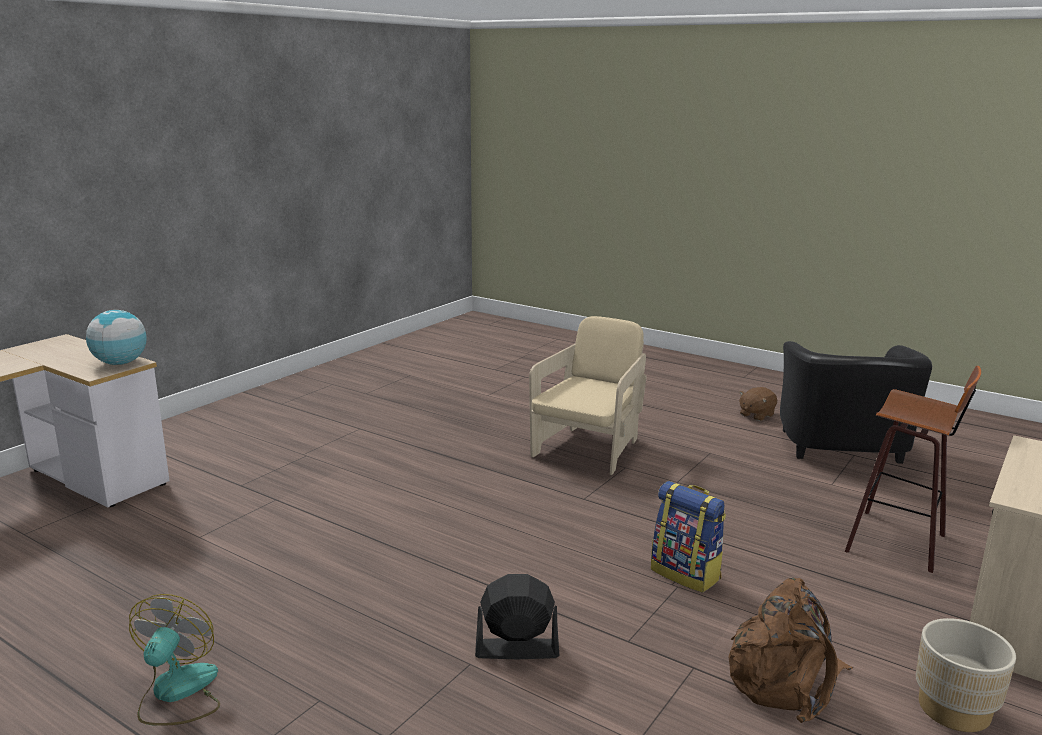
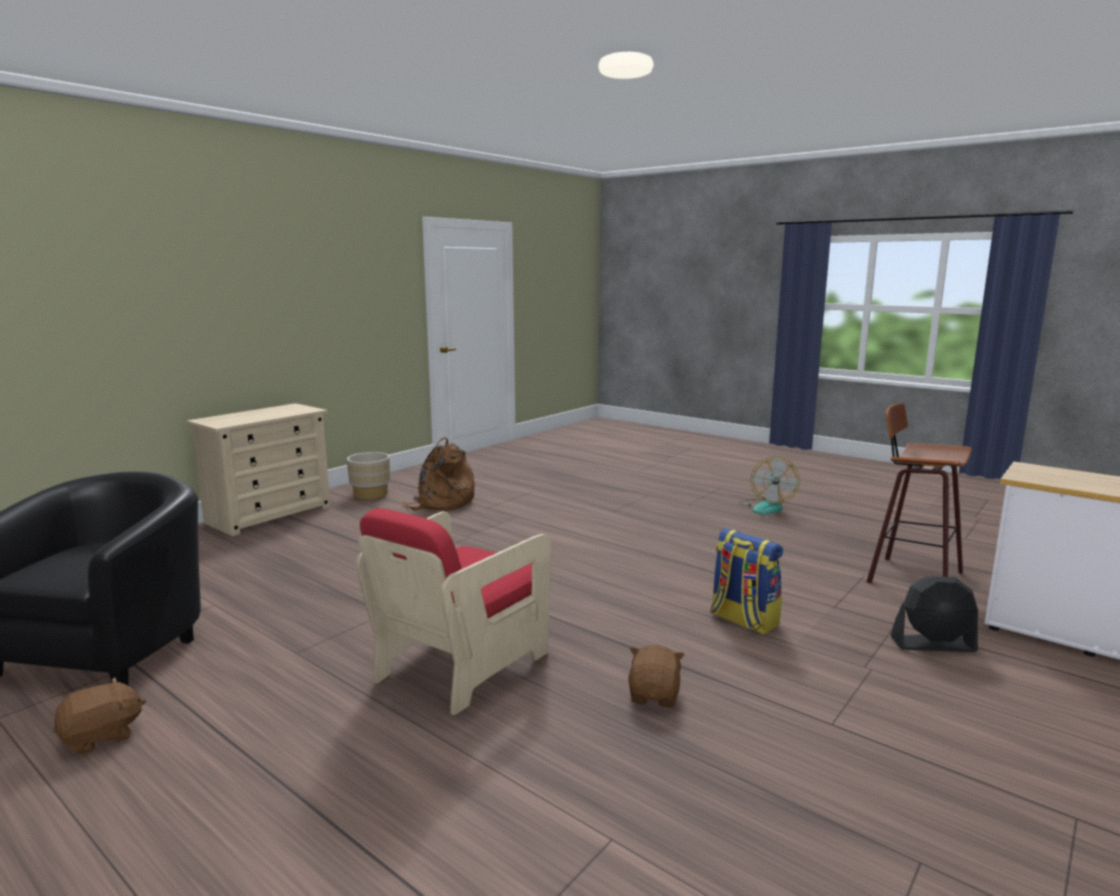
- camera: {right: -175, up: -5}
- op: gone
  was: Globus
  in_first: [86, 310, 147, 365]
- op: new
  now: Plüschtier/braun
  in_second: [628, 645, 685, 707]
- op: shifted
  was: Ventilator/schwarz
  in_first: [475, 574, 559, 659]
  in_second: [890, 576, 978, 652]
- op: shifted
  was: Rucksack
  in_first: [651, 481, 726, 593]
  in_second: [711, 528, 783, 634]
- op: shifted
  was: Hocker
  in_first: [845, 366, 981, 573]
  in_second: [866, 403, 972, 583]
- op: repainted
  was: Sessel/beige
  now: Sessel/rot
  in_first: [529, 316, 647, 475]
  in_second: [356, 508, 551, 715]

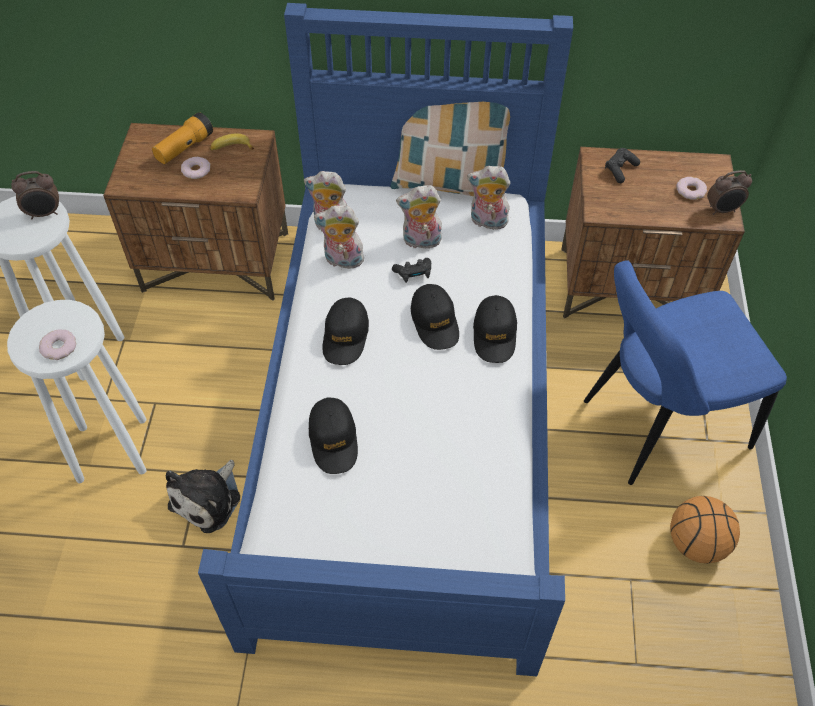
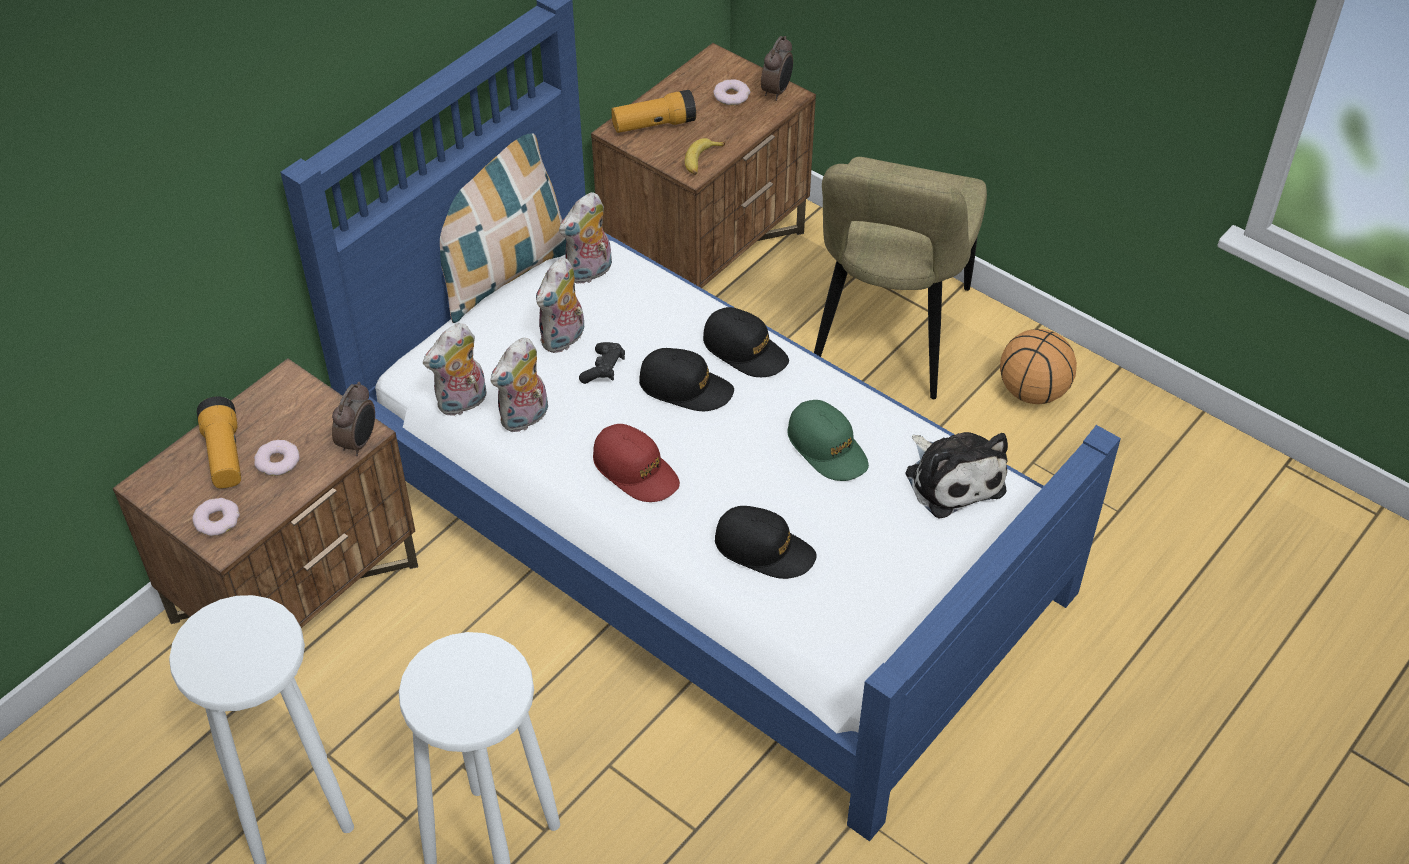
- camera: {right: -55, up: -5}
- op: new
  now: Kappe/grün
  in_second: [788, 400, 869, 481]
- op: shifted
  was: Wecker
  in_first: [11, 171, 59, 219]
  in_second: [332, 382, 375, 456]
- op: shifted
  was: Donut
  in_first: [39, 329, 76, 360]
  in_second: [192, 498, 240, 536]
- op: shifted
  was: Plüschtier
  in_first: [166, 460, 240, 533]
  in_second: [905, 432, 1008, 519]
- op: shifted
  was: Banane
  in_first: [209, 134, 254, 151]
  in_second: [685, 138, 725, 175]
- op: swapped
  was: Gamepad/schwarz
  now: Taschenlampe
  in_first: [605, 148, 640, 183]
  in_second: [611, 90, 696, 133]
- op: repainted
  was: Kappe/schwarz
  now: Kappe/rot
  in_first: [322, 297, 369, 365]
  in_second: [593, 424, 680, 502]
- op: repainted
  was: Stuhl/blau
  now: Stuhl/beige
  in_first: [584, 260, 787, 485]
  in_second: [814, 157, 987, 399]

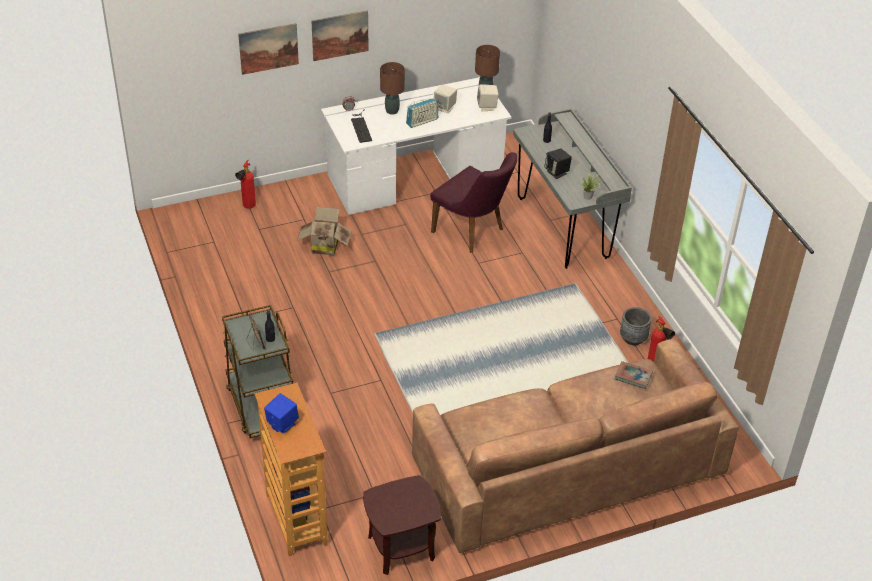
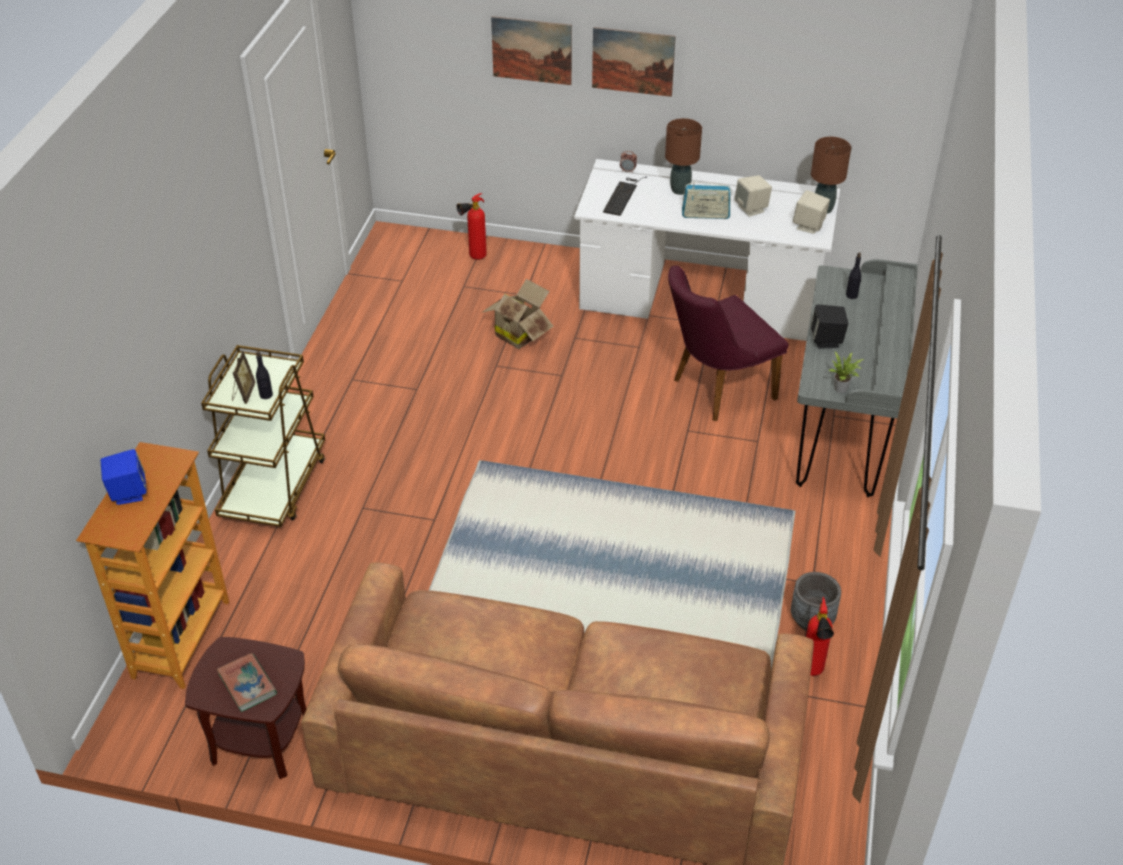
- camera: {right: 35, up: 0}
- op: shifted
  was: Buch
  in_first: [615, 361, 653, 389]
  in_second: [217, 653, 277, 712]
- op: rotated
  was: Stuhl/lila
  in_first: [430, 152, 517, 253]
  in_second: [668, 266, 788, 421]
  clockwise: 75

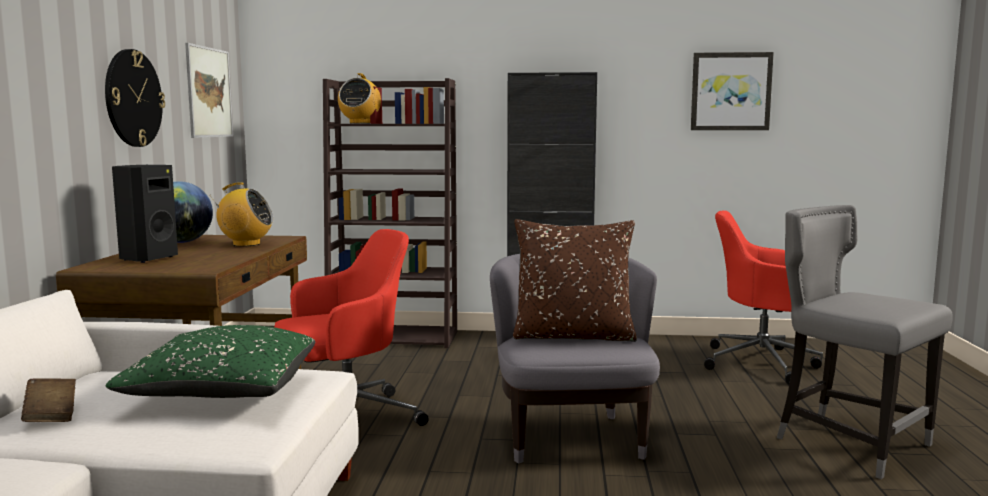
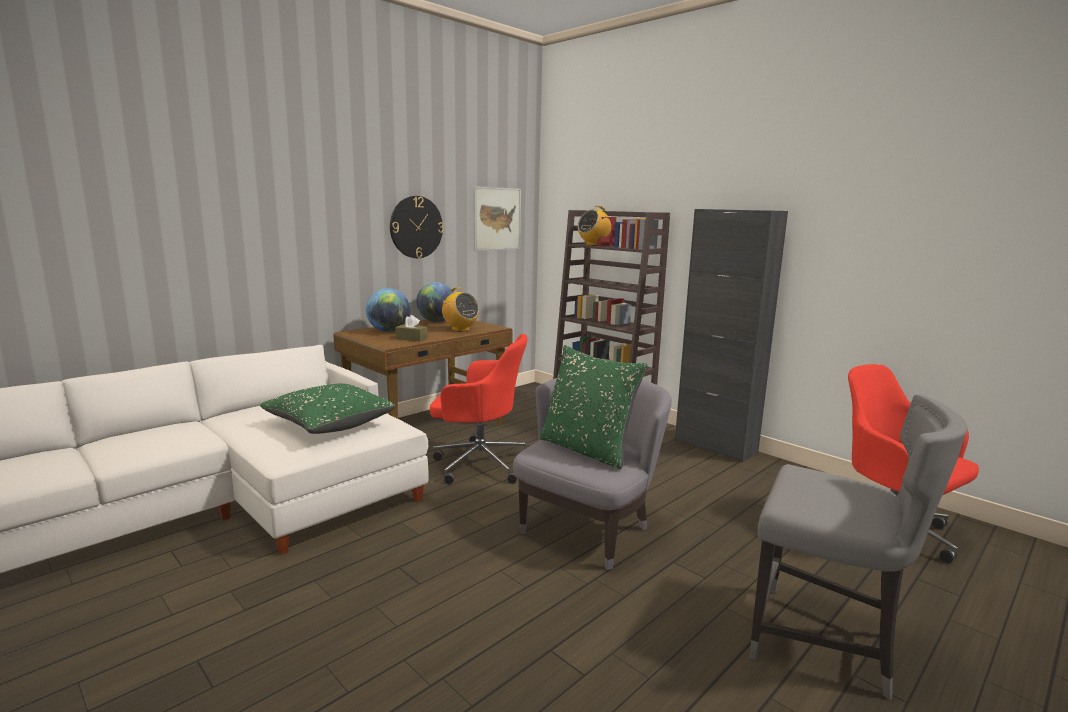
- camera: {right: 40, up: 5}
- op: gone
  was: Buch/braun
  in_first: [21, 378, 76, 422]
- op: gone
  was: Bild
  in_first: [691, 52, 774, 130]
- op: new
  now: Taschentuchbox/braun
  in_second: [395, 315, 427, 341]
- op: swapped
  was: Lautsprecher/schwarz
  now: Globus
  in_first: [112, 165, 178, 263]
  in_second: [366, 288, 410, 332]
- op: repainted
  was: Kissen/braun
  now: Kissen/grün
  in_first: [513, 219, 637, 342]
  in_second: [540, 345, 648, 469]
- op: rotated
  was: Stuhl/grau
  in_first: [777, 205, 953, 479]
  in_second: [749, 394, 968, 700]
  clockwise: 120

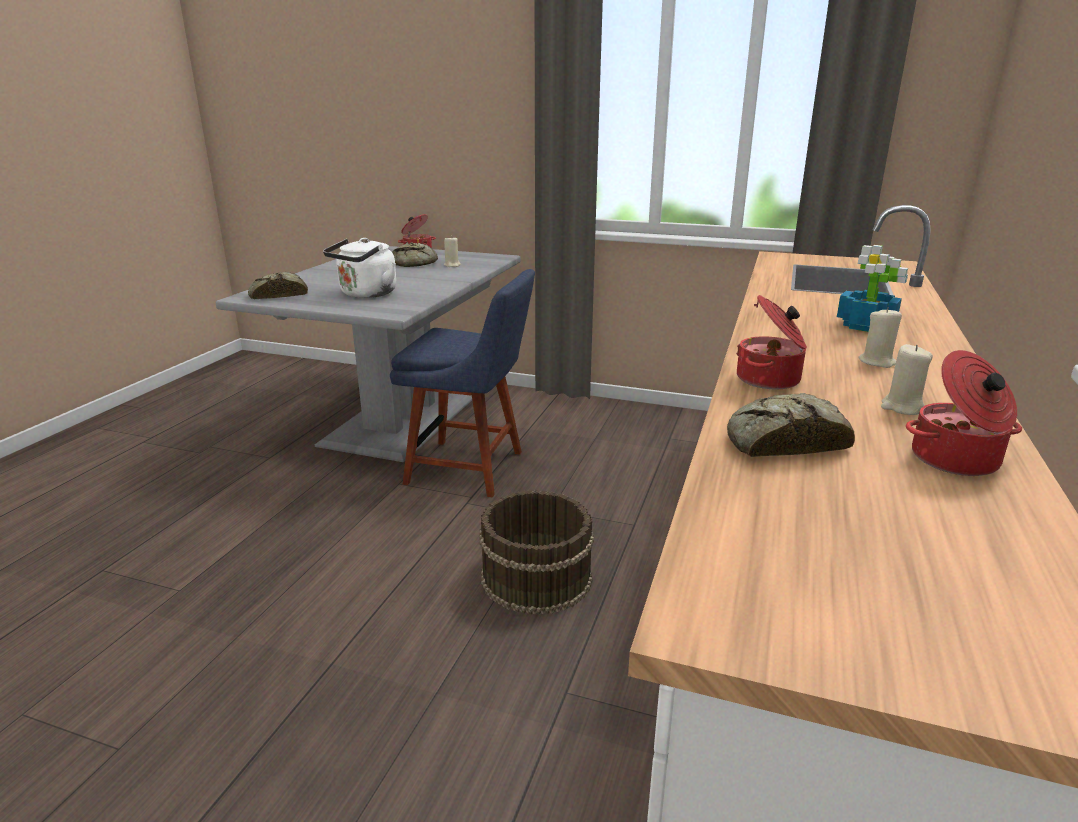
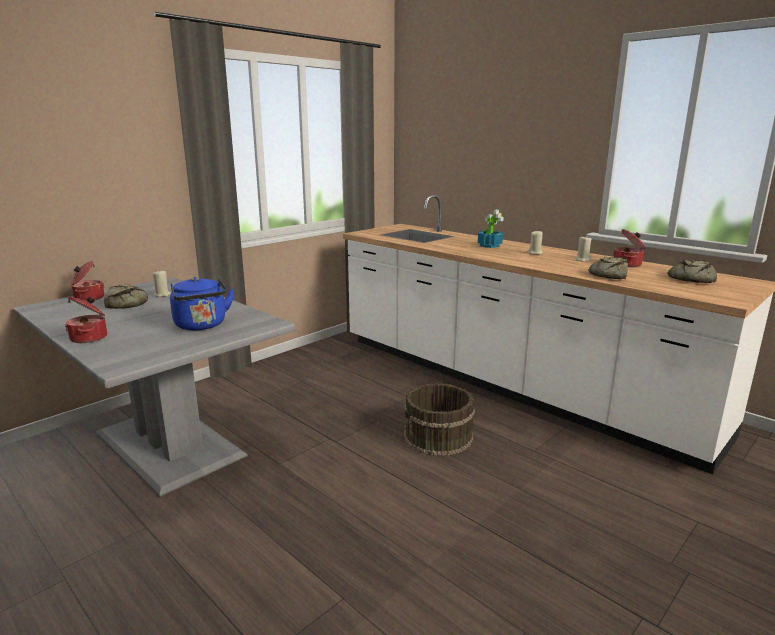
- camera: {right: -65, up: -5}
- op: gone
  was: Stuhl/blau
  in_first: [390, 269, 535, 497]
- op: shifted
  was: Brot
  in_first: [248, 272, 308, 299]
  in_second: [667, 260, 717, 283]
- op: shifted
  was: Kochtopf
  in_first: [736, 295, 807, 389]
  in_second: [65, 296, 107, 343]
- op: repainted
  was: Wasserkessel/weiß
  now: Wasserkessel/blau
  in_first: [323, 238, 396, 298]
  in_second: [170, 277, 234, 330]

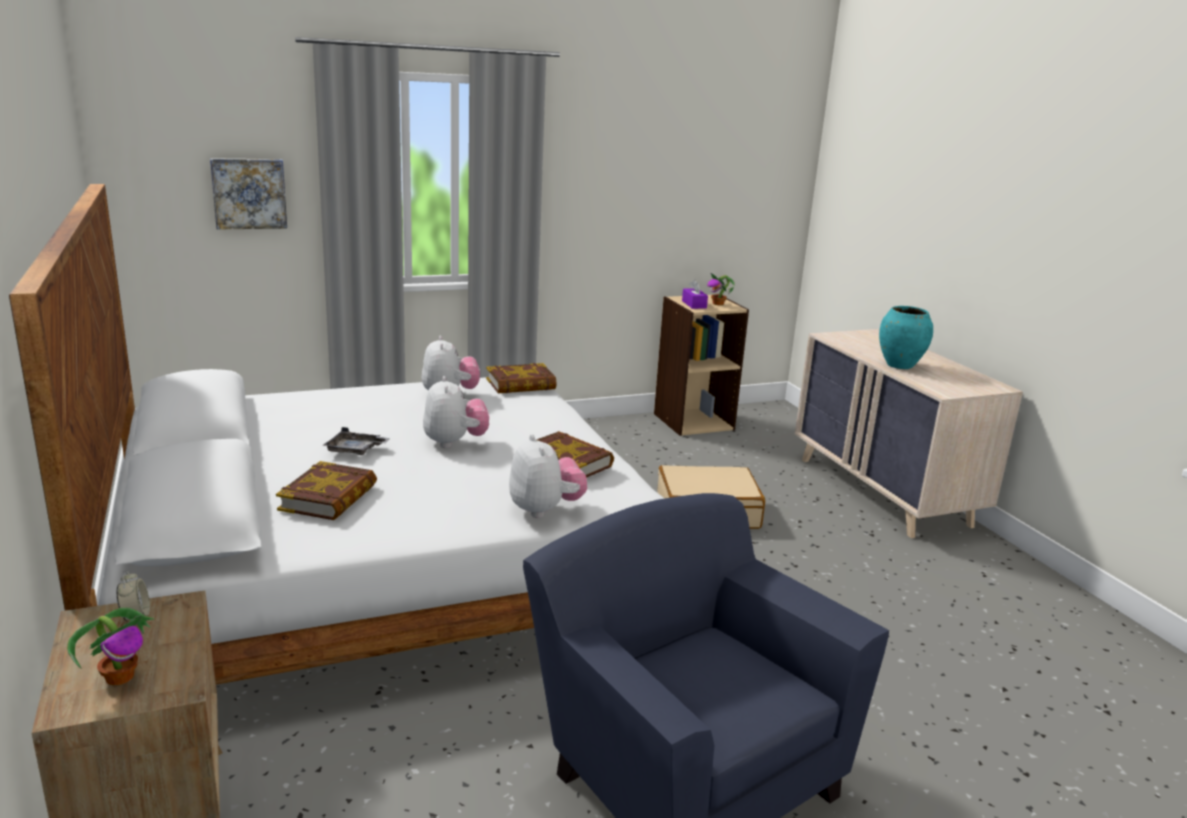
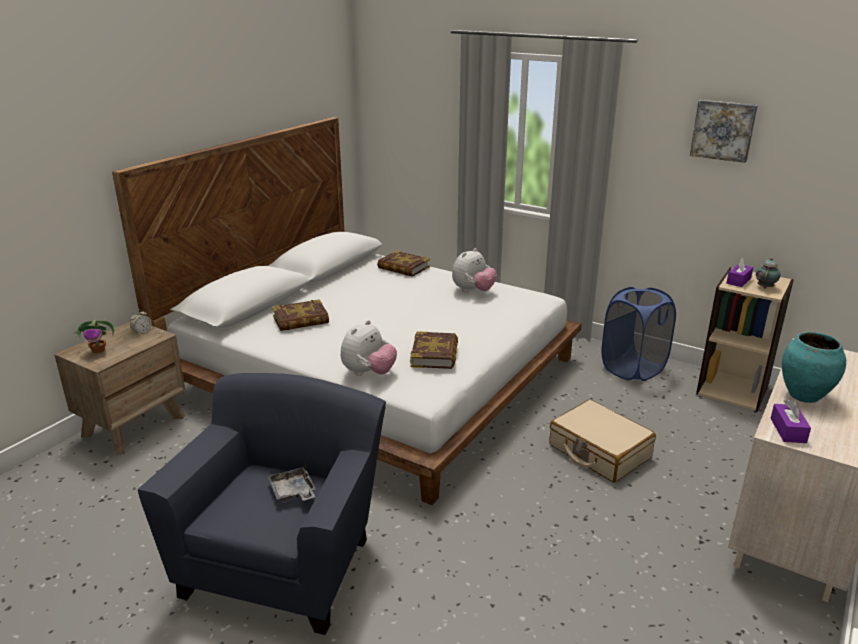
- camera: {right: 55, up: 5}
- op: gone
  was: Plüschtier
  in_first: [423, 376, 489, 448]
- op: new
  now: Wäschekorb/blau
  in_second: [601, 287, 676, 381]
- op: new
  now: Taschentuchbox/lila
  in_second: [770, 400, 811, 443]
- op: shifted
  was: Bild
  in_first: [210, 158, 287, 229]
  in_second: [690, 100, 758, 163]
- op: shifted
  was: Tablett/grau
  in_first: [323, 427, 390, 455]
  in_second: [268, 464, 315, 502]
- op: shifted
  was: Buch
  in_first: [486, 363, 557, 393]
  in_second: [377, 251, 430, 277]
- op: swapped
  was: Topfpflanze
  now: Teekanne
  in_first: [707, 273, 735, 305]
  in_second: [756, 258, 781, 288]

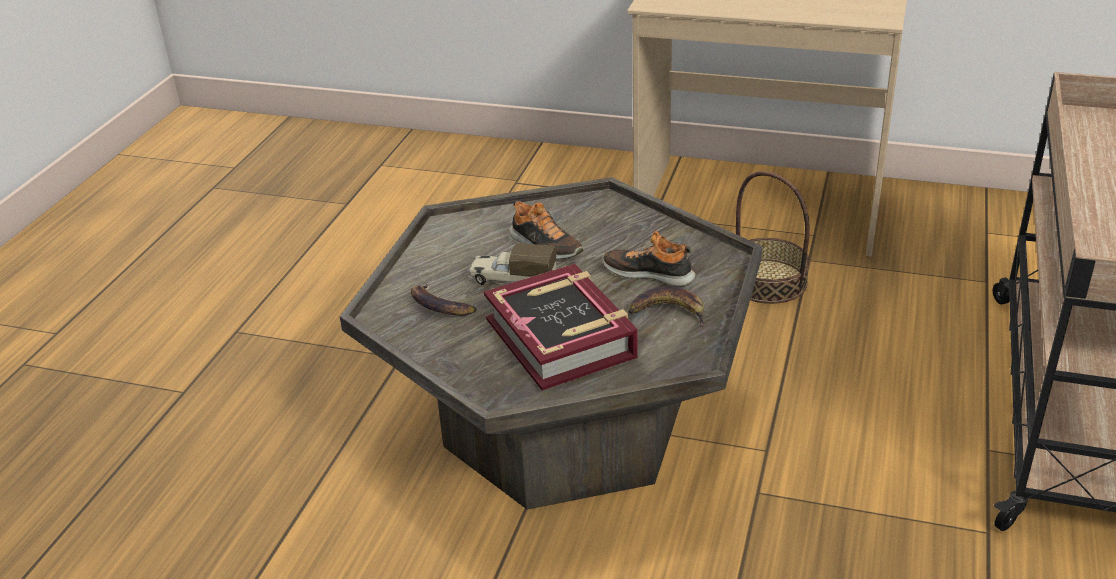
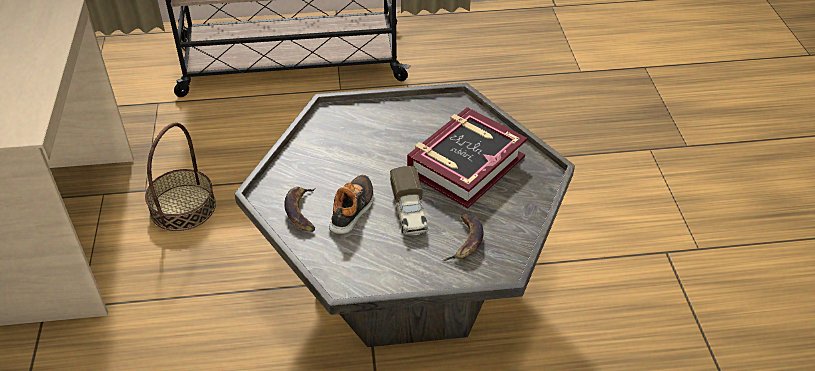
- camera: {right: -115, up: 10}
- op: gone
  was: Schuh
  in_first: [602, 231, 696, 286]
- op: shifted
  was: Banane
  in_first: [628, 287, 704, 327]
  in_second: [284, 187, 315, 232]

